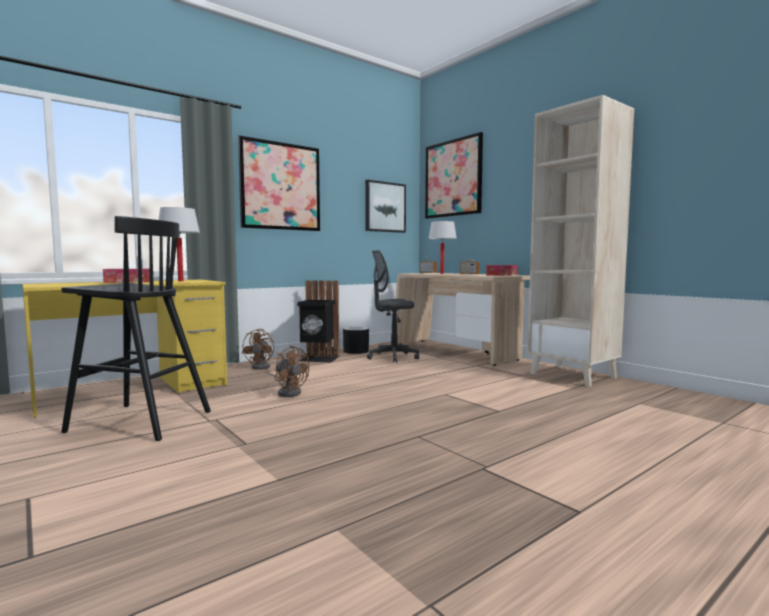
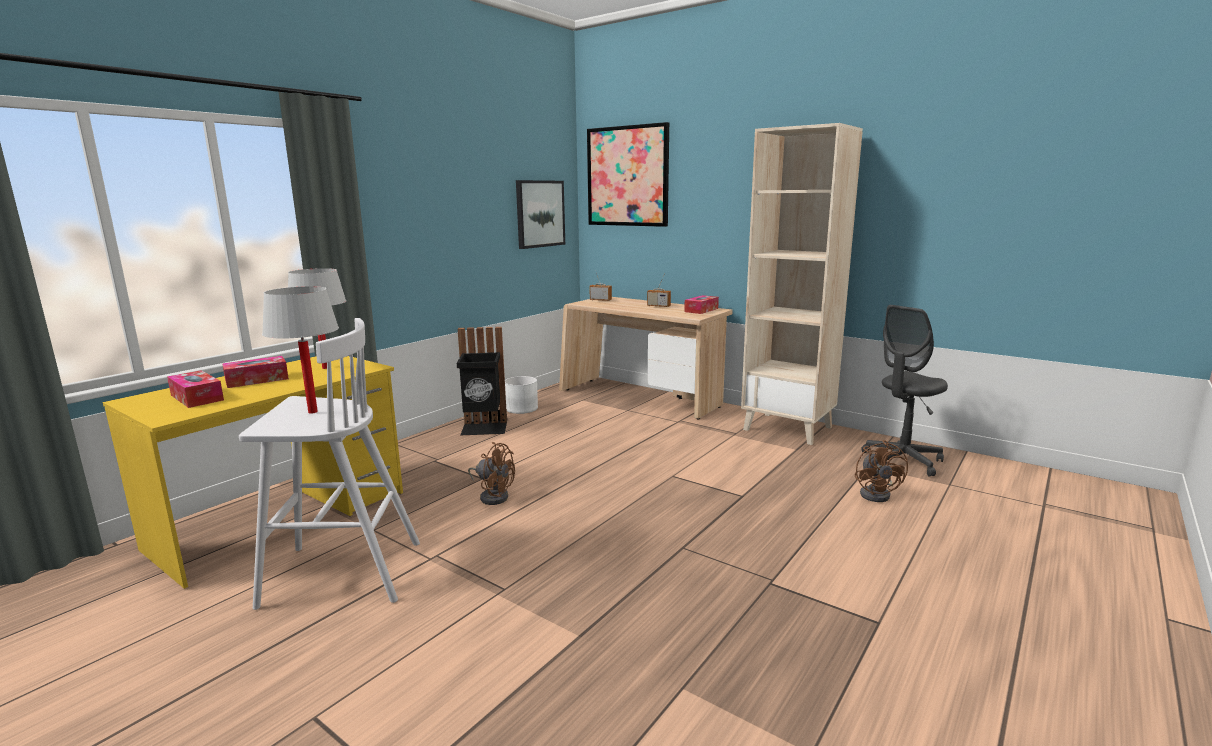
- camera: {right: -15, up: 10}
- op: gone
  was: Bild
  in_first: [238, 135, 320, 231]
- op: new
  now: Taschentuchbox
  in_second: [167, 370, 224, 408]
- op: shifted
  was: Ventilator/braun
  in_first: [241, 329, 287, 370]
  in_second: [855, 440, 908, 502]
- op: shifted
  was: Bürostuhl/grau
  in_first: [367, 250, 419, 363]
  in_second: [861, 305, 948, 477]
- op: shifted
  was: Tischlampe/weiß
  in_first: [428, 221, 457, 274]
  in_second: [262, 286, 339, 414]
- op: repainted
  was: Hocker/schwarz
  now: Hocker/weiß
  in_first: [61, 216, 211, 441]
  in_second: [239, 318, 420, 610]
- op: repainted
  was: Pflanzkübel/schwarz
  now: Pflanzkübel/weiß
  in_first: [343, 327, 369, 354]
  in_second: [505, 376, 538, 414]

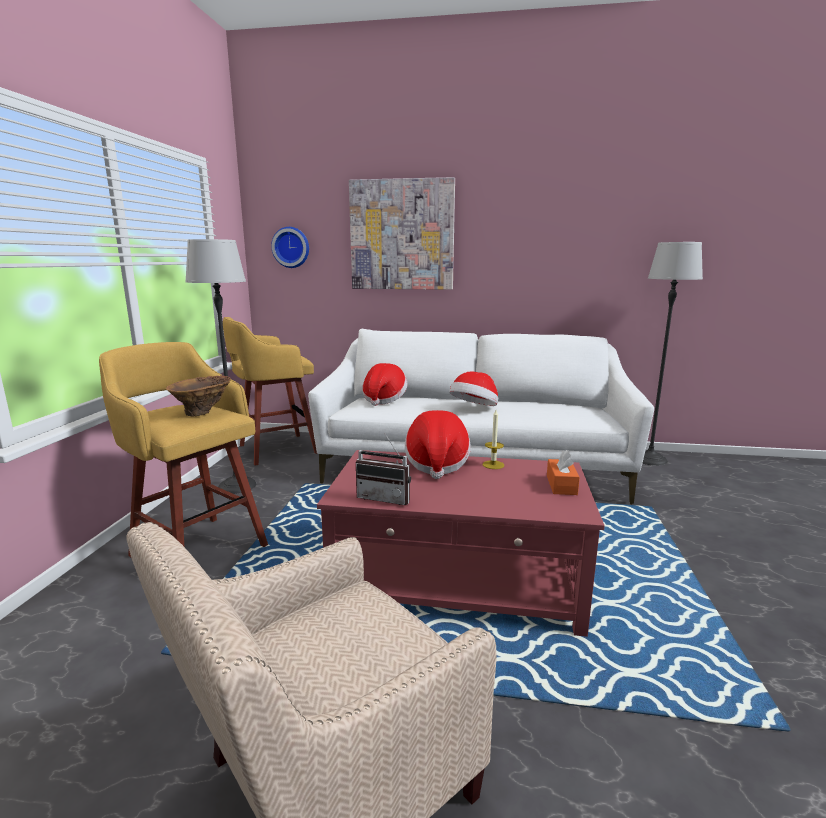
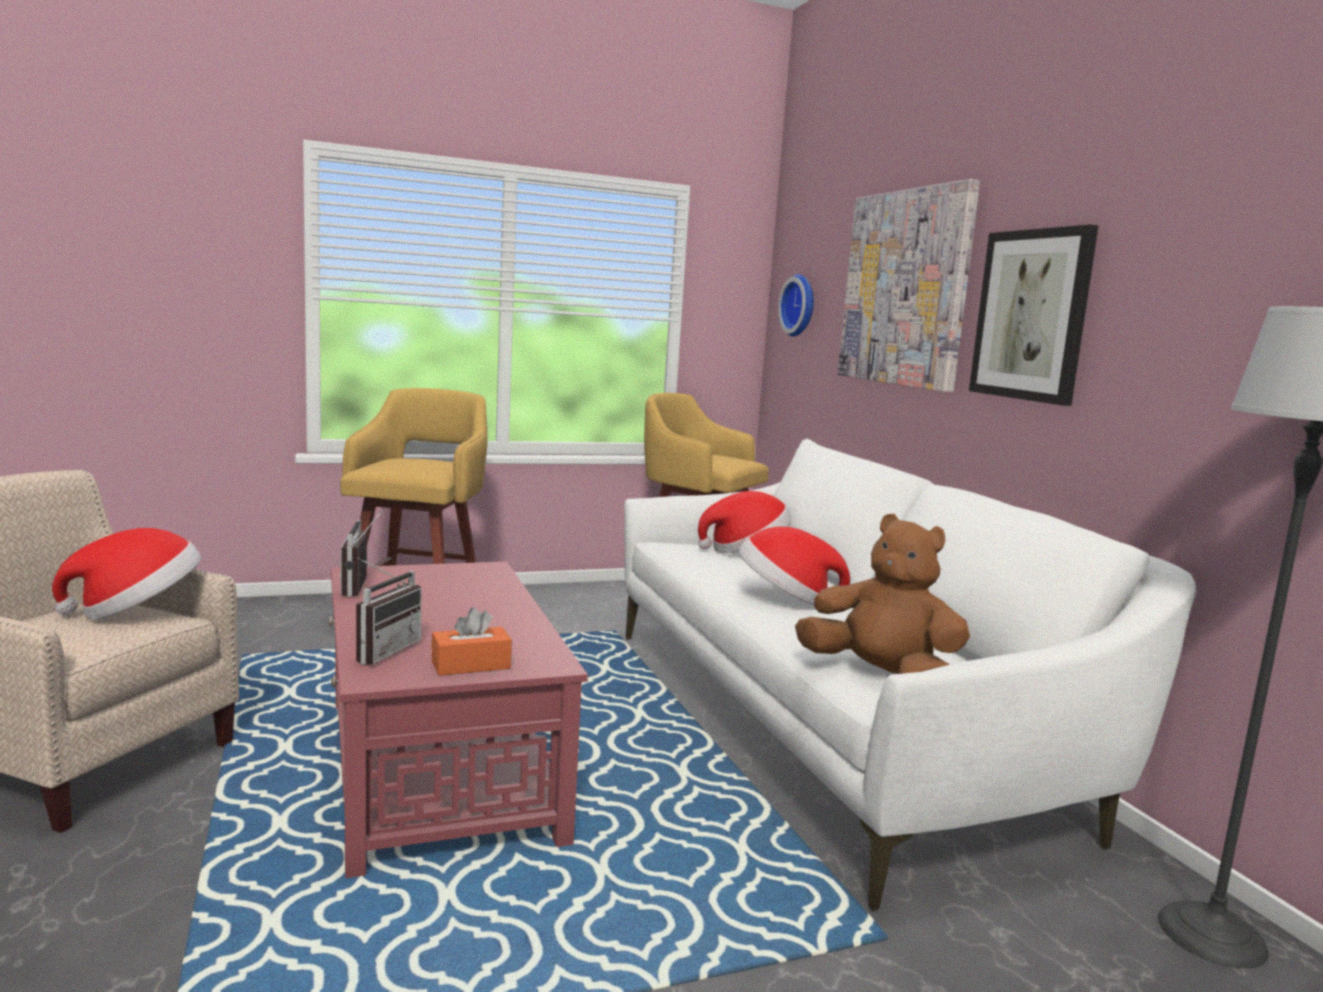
- camera: {right: 60, up: -5}
- op: gone
  was: Vase/braun
  in_first: [166, 375, 231, 417]
- op: gone
  was: Stehlampe
  in_first: [185, 239, 256, 494]
- op: gone
  was: Kerze
  in_first: [483, 410, 504, 469]
- op: new
  now: Radio
  in_second: [356, 558, 422, 665]
- op: new
  now: Plüschtier/braun
  in_second: [795, 514, 970, 674]
- op: new
  now: Bild
  in_second: [969, 225, 1098, 406]
- op: shifted
  was: Hut
  in_first: [405, 410, 471, 479]
  in_second: [52, 528, 201, 619]

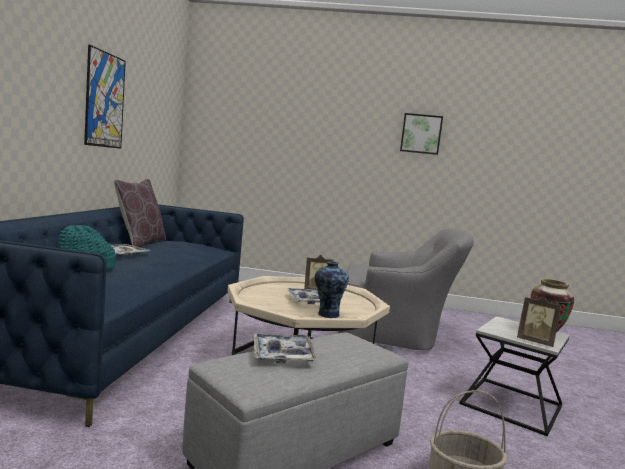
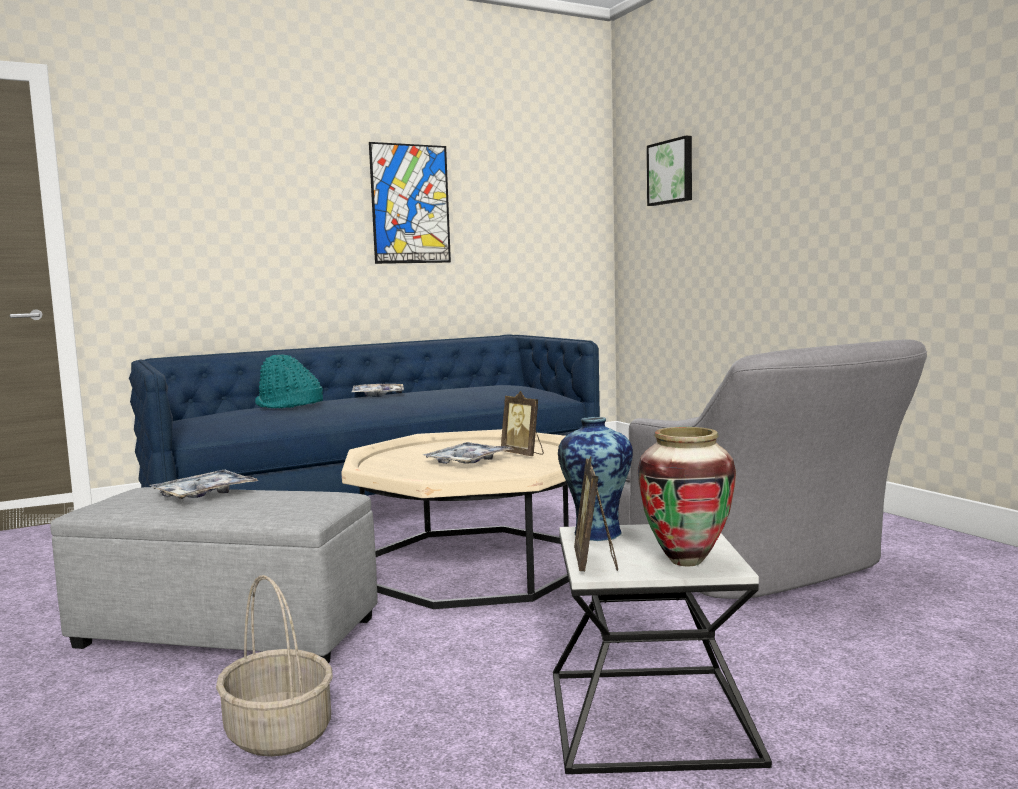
- camera: {right: 55, up: 0}
- op: gone
  was: Kissen/braun
  in_first: [114, 179, 166, 248]
- op: shifted
  was: Vase
  in_first: [315, 261, 349, 318]
  in_second: [558, 417, 633, 541]
- op: shifted
  was: Bild
  in_first: [400, 113, 443, 155]
  in_second: [647, 136, 692, 206]

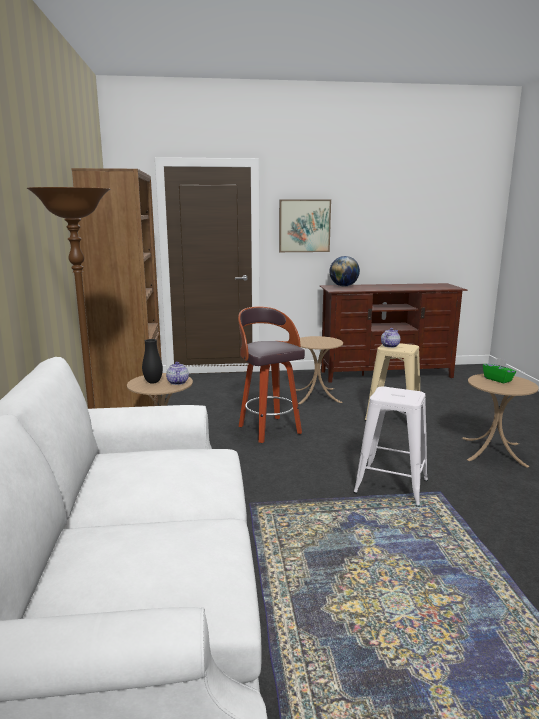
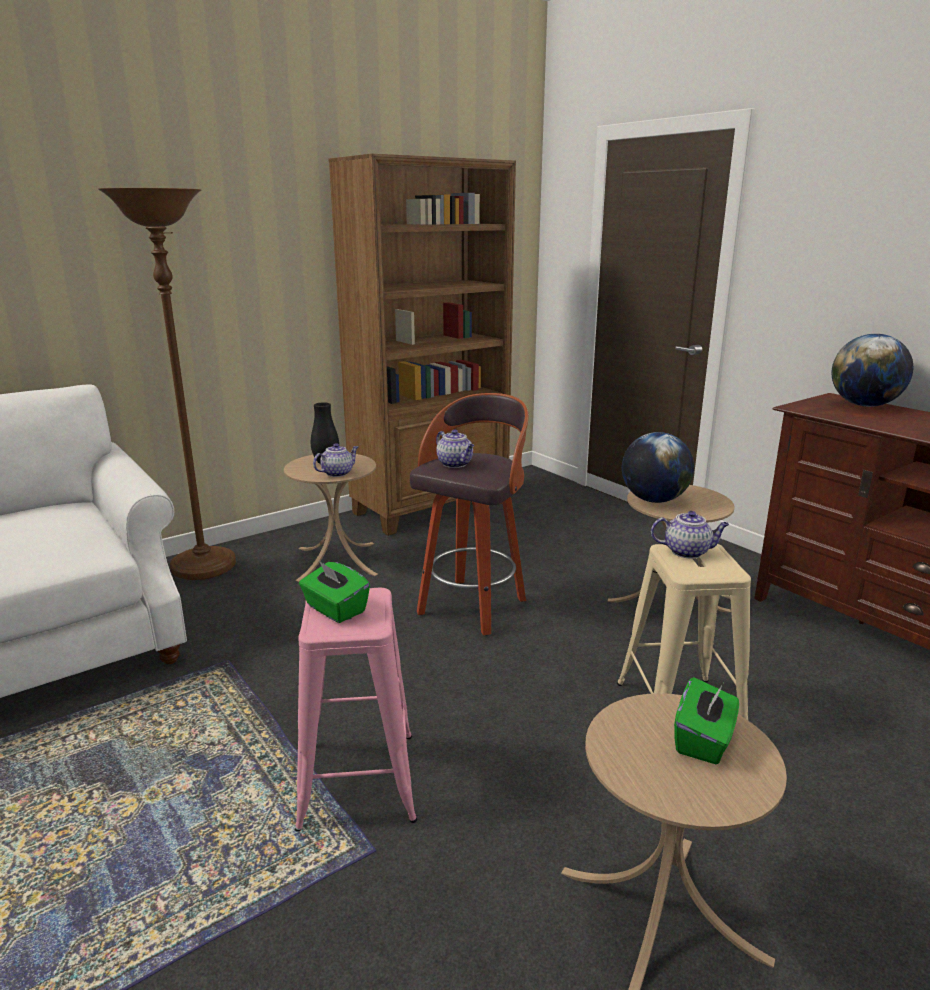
- camera: {right: 60, up: 5}
- op: gone
  was: Bild
  in_first: [279, 199, 331, 252]
- op: new
  now: Taschentuchbox/grün
  in_second: [299, 561, 370, 623]
- op: new
  now: Teekanne
  in_second: [436, 430, 474, 468]
- op: new
  now: Globus
  in_second: [622, 432, 694, 503]
- op: repainted
  was: Hocker/weiß
  now: Hocker/rosa
  in_first: [353, 386, 428, 507]
  in_second: [295, 588, 417, 831]

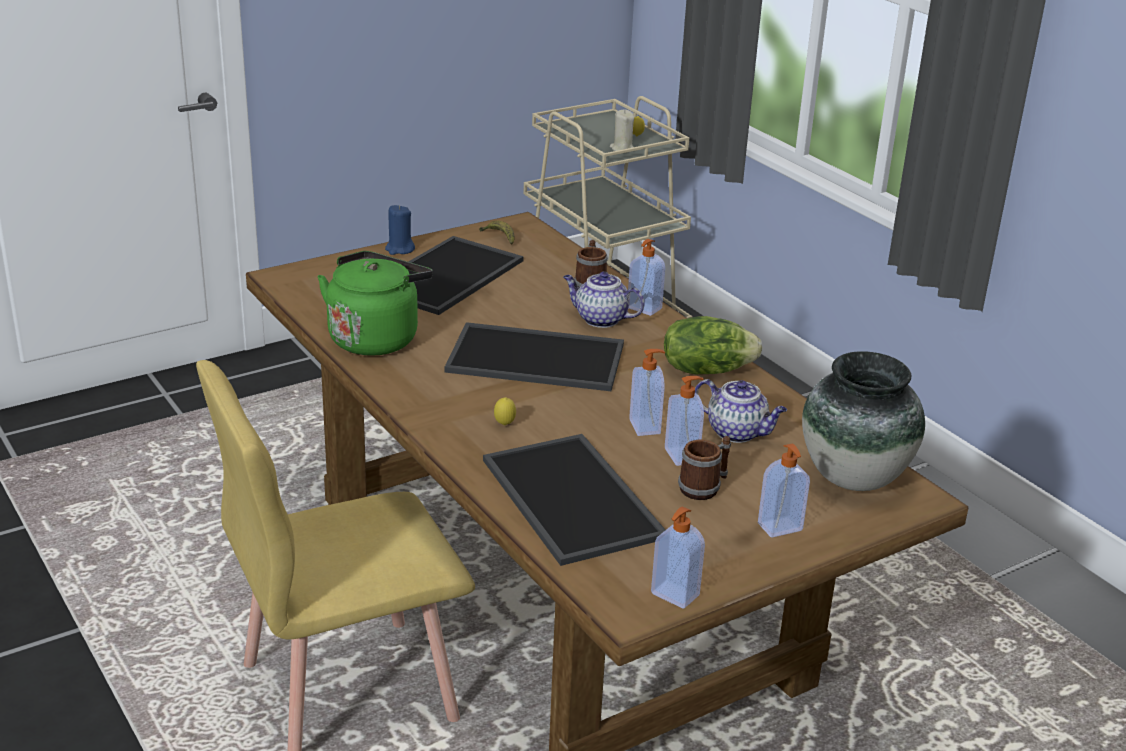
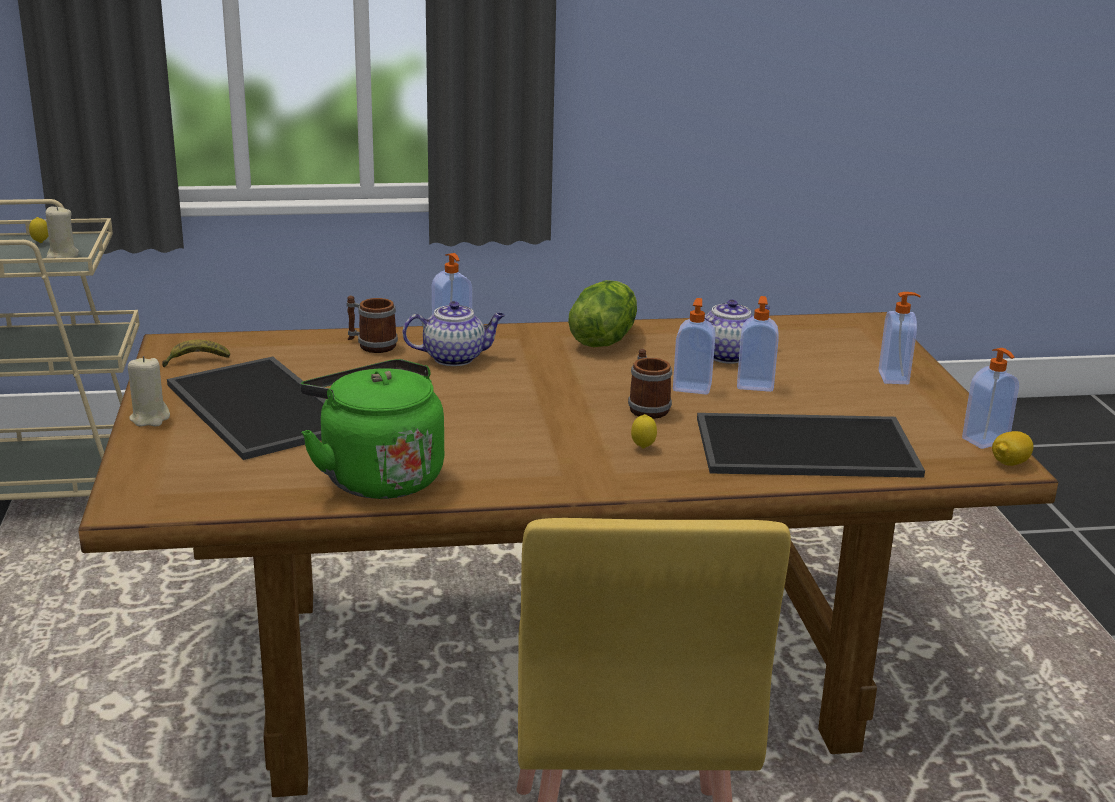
- camera: {right: -65, up: -5}
- op: gone
  was: Tablett
  in_first: [444, 322, 624, 391]
- op: gone
  was: Vase
  in_first: [802, 351, 925, 491]
- op: new
  now: Zitrone
  in_second: [992, 431, 1033, 466]
- op: shifted
  was: Henkelbecher
  in_first: [678, 436, 731, 500]
  in_second: [628, 349, 672, 419]
- op: repainted
  was: Kerze/blau
  now: Kerze/beige
  in_first: [385, 205, 415, 255]
  in_second: [128, 356, 170, 427]
- op: rotated
  was: Teekanne
  in_first: [563, 272, 644, 328]
  in_second: [402, 301, 505, 366]
  clockwise: -150

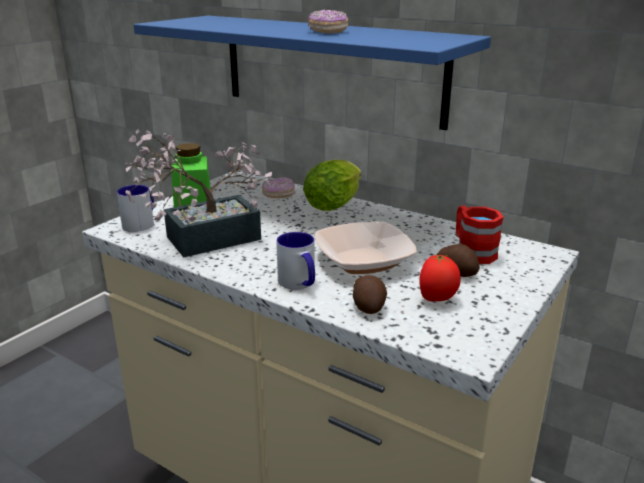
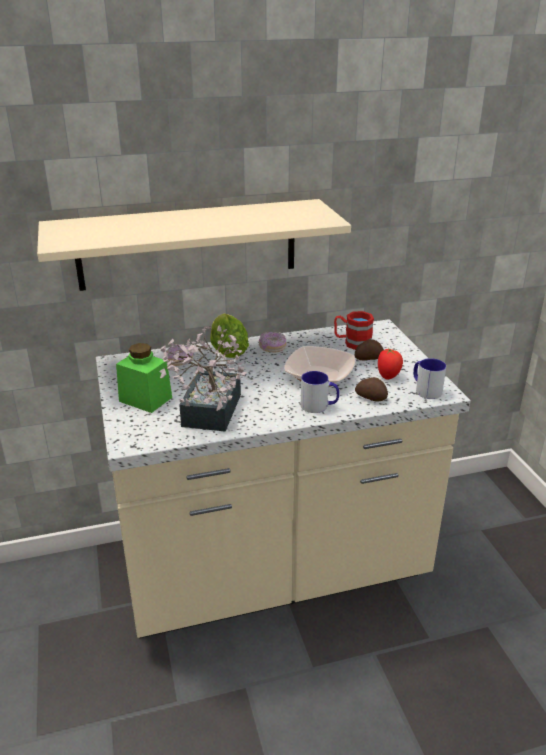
- camera: {right: -50, up: 5}
- op: shifted
  was: Henkelbecher
  in_first: [117, 185, 154, 232]
  in_second: [413, 358, 446, 399]
- op: shifted
  was: Donut
  in_first: [308, 10, 348, 33]
  in_second: [259, 332, 286, 353]
- op: repainted
  was: Wandregal/blau
  now: Wandregal/beige
  in_first: [133, 16, 491, 130]
  in_second: [37, 199, 351, 291]

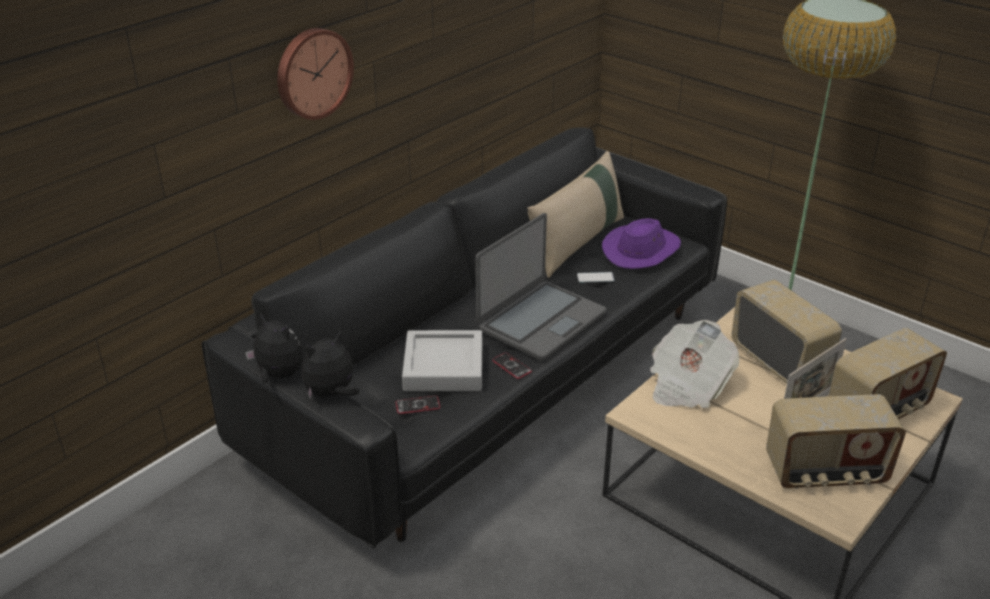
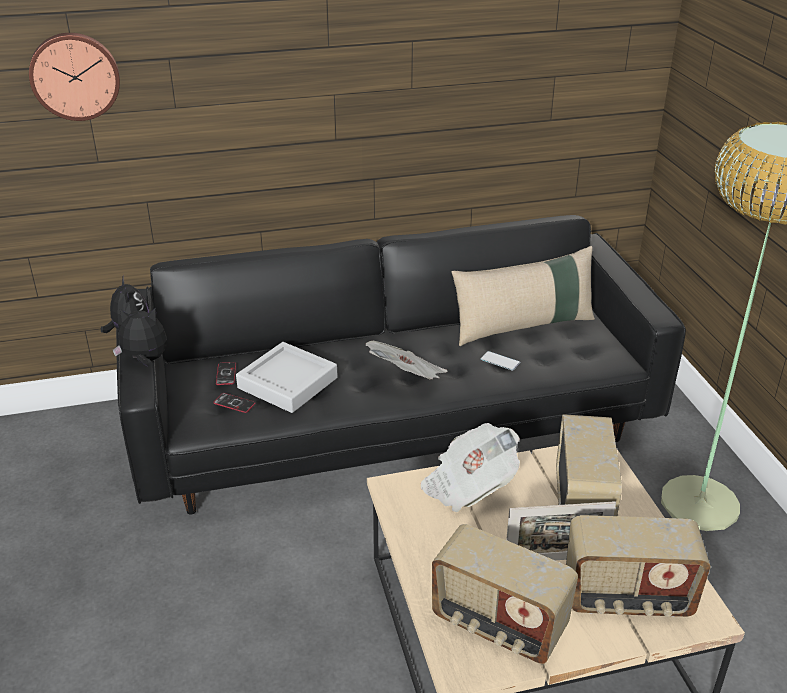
- camera: {right: 35, up: 0}
- op: gone
  was: Hut/lila
  in_first: [602, 218, 681, 269]
- op: shifted
  was: Wanduhr
  in_first: [277, 28, 354, 120]
  in_second: [29, 33, 120, 121]
- op: shifted
  was: Handy
  in_first: [492, 353, 532, 379]
  in_second: [216, 362, 236, 385]
- op: swapped
  was: Laptop
  now: Zeitung
  in_first: [475, 213, 607, 361]
  in_second: [365, 341, 448, 380]

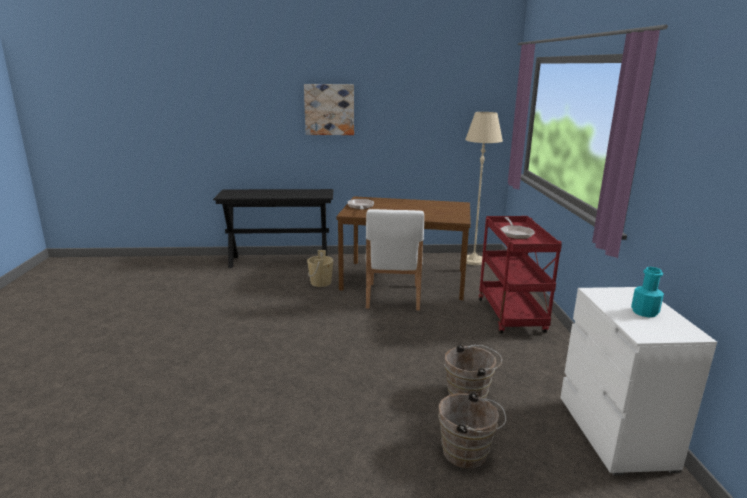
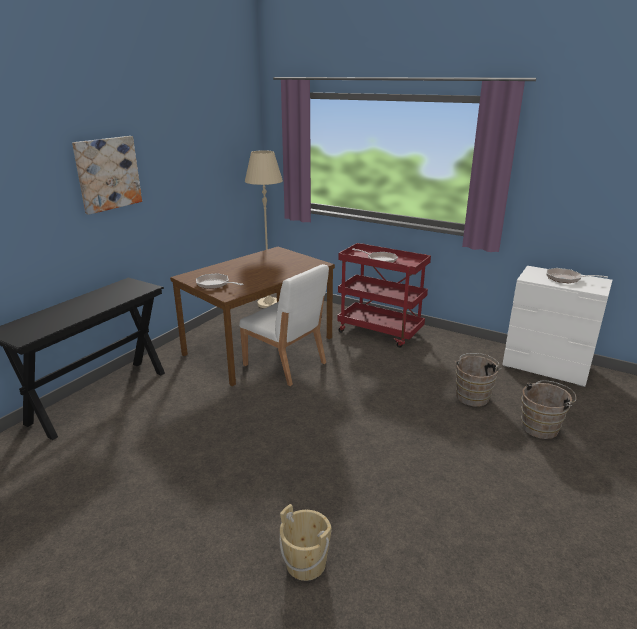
- camera: {right: -55, up: 5}
- op: shifted
  was: Eimer/beige
  in_first: [307, 250, 334, 287]
  in_second: [280, 504, 332, 581]
- op: swapped
  was: Flasche/türkis
  now: Pfanne
  in_first: [631, 267, 664, 317]
  in_second: [546, 268, 608, 283]

